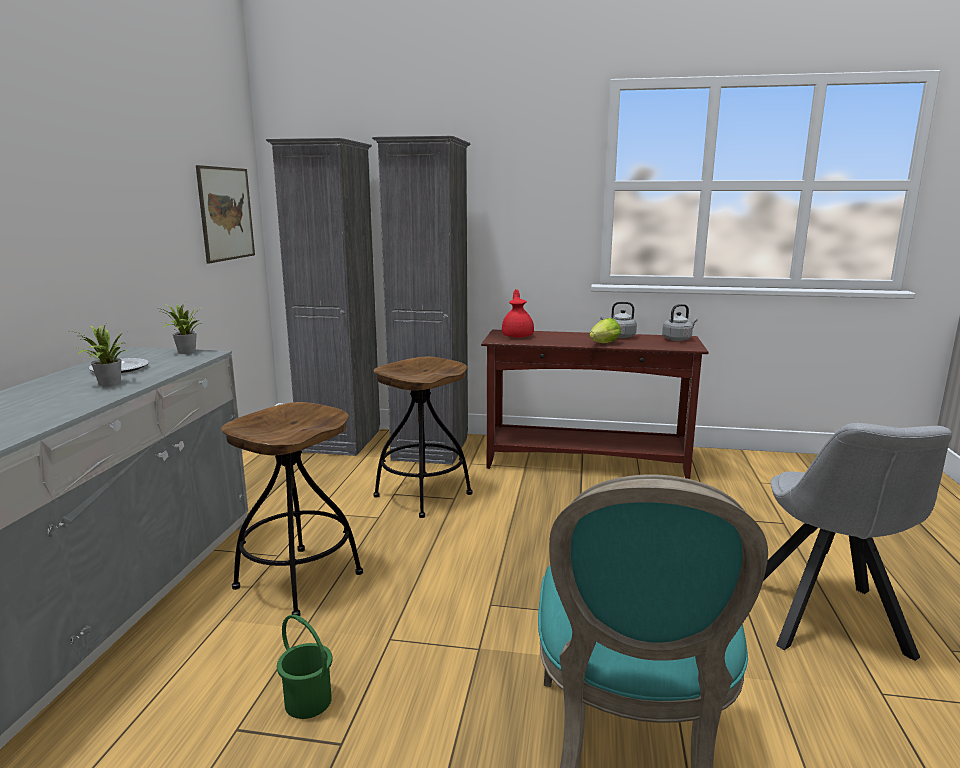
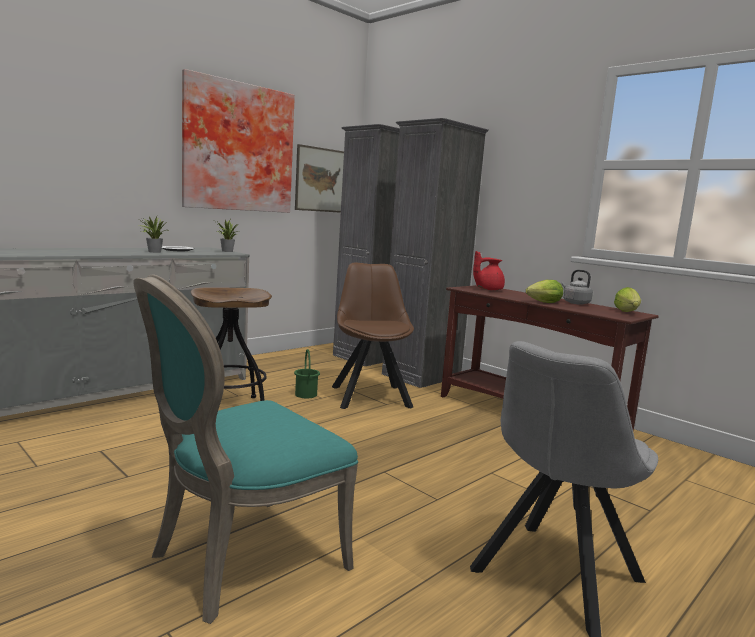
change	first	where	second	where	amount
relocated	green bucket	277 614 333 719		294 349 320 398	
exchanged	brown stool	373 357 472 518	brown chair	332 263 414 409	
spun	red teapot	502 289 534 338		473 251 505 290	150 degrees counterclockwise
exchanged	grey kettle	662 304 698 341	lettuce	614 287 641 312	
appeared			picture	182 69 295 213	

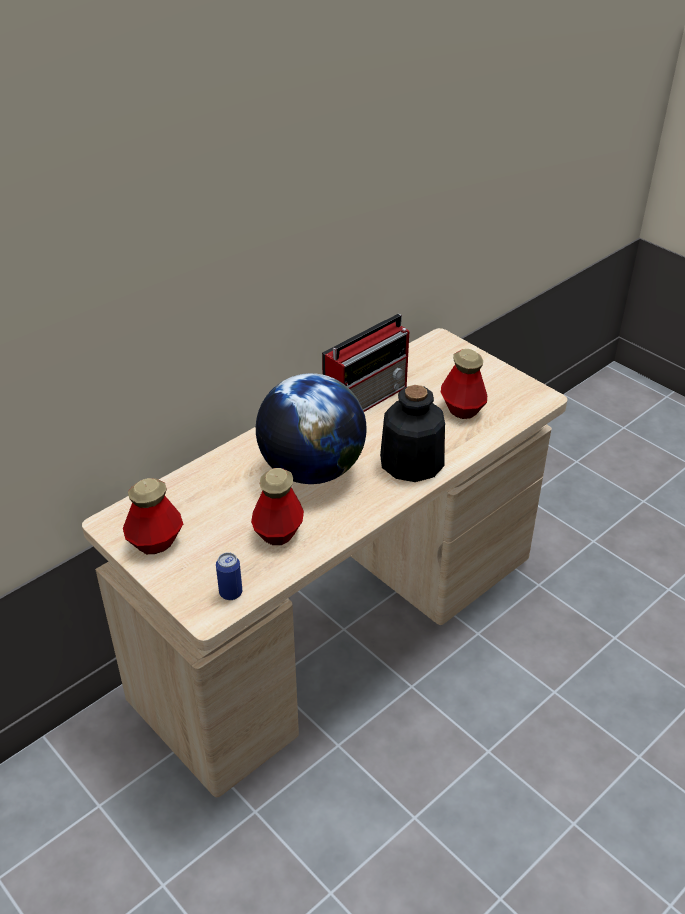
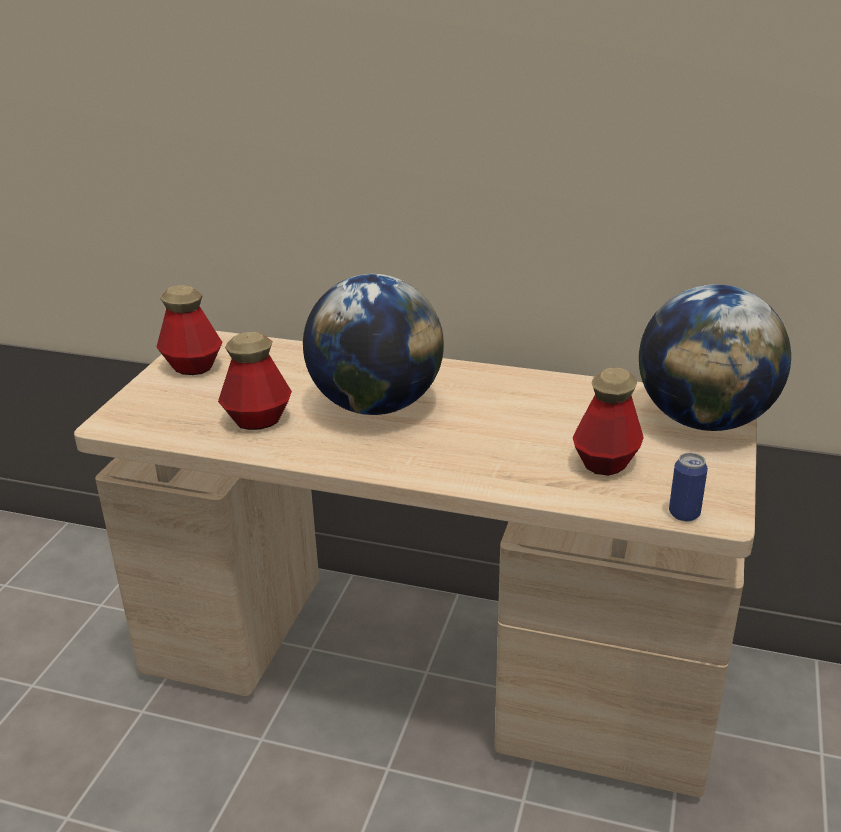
change	first	where	second	where	amount
relocated	can	216 552 242 600		669 453 708 521	
missing	radio	322 314 409 412			
missing	bottle	380 385 445 482			
appeared			globe	639 284 791 431	

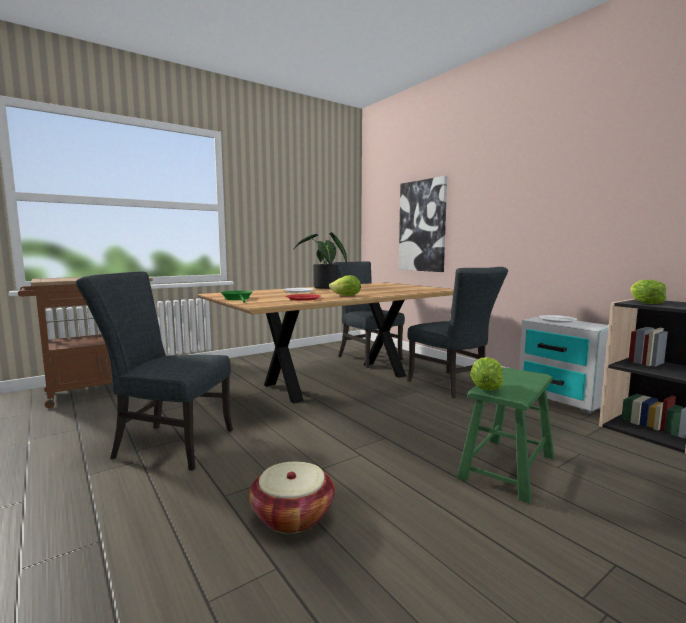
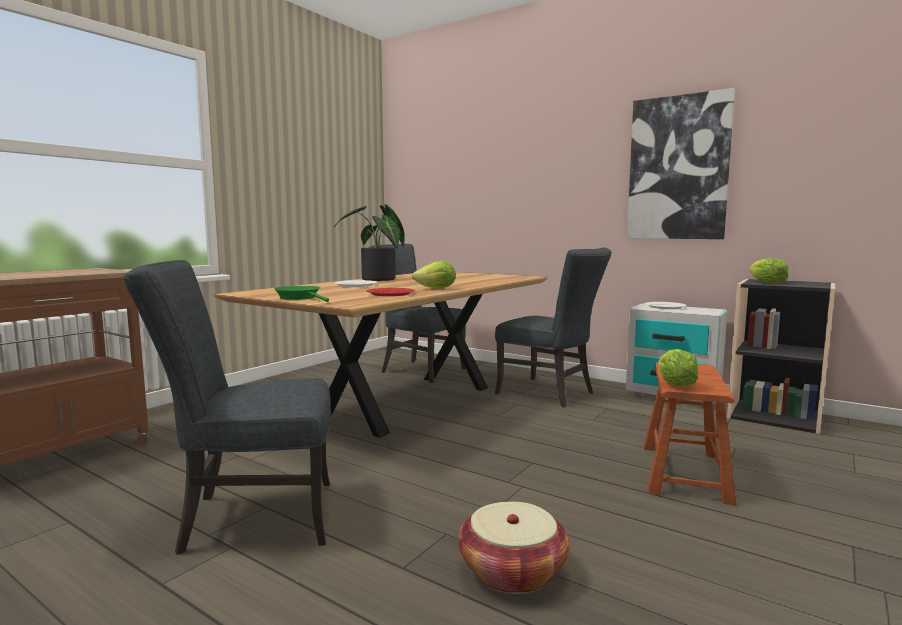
change	first	where	second	where	amount
relocated	picture	399 176 447 272		627 88 735 239	
colour	green stool	457 367 554 503	brown stool	644 362 737 505	

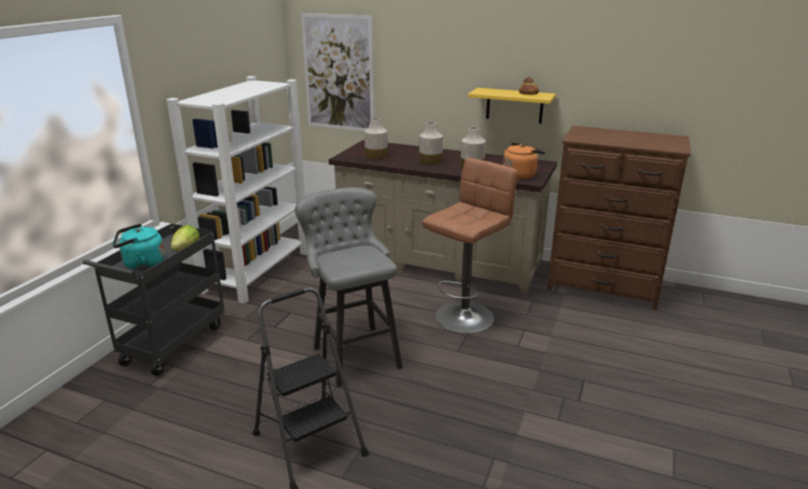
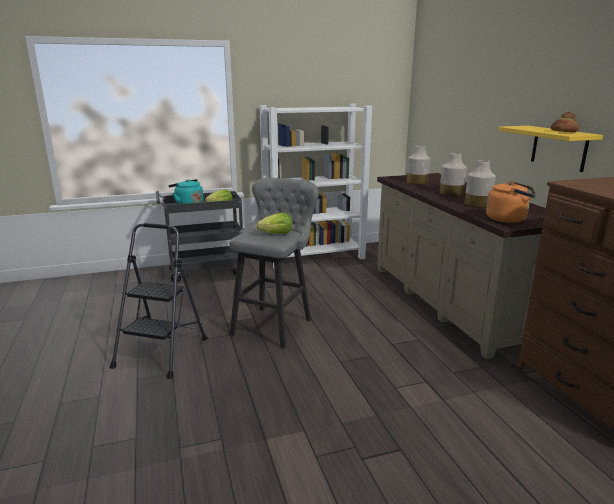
change	first	where	second	where	amount
missing	picture	301 13 374 131			
missing	brown stool	422 158 518 333			
appeared			lettuce	256 213 292 234	

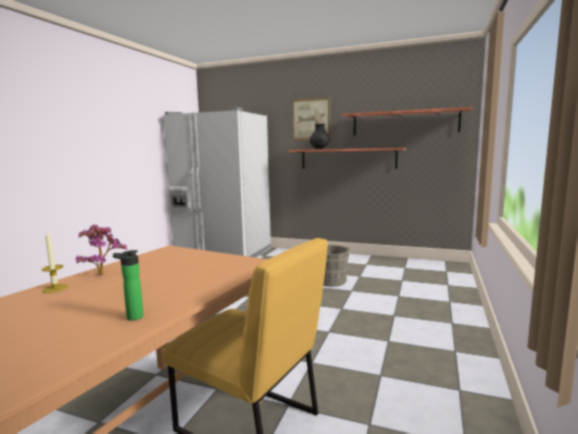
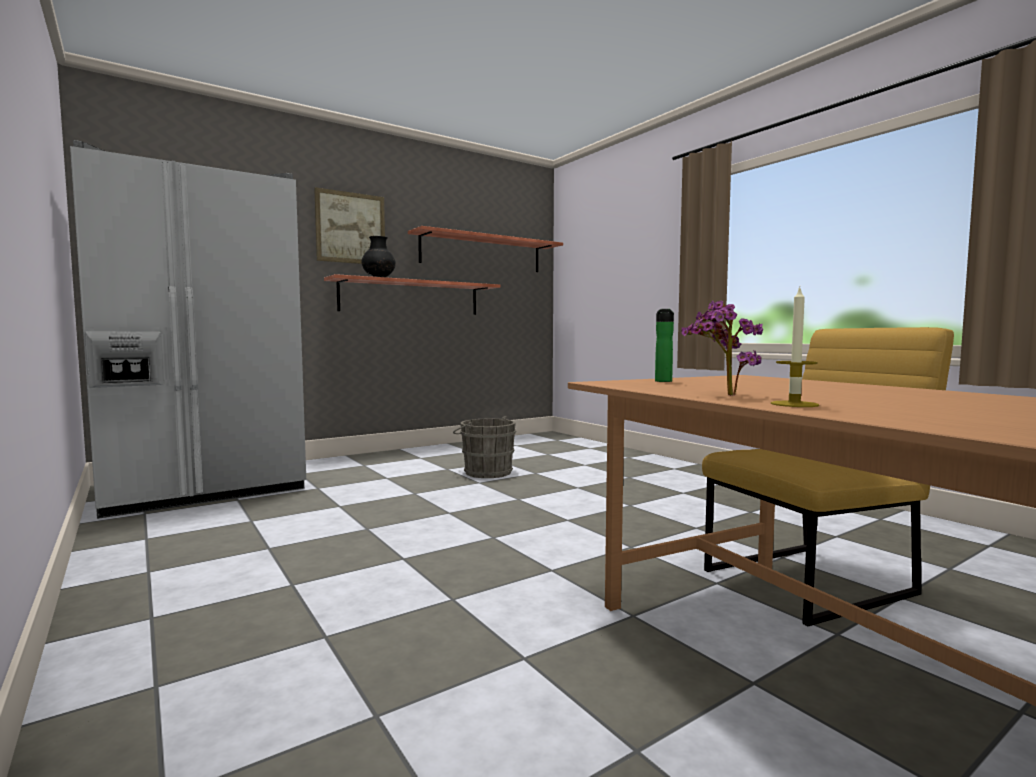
change	first	where	second	where	amount
relocated	bottle	113 250 144 321		655 309 674 382	

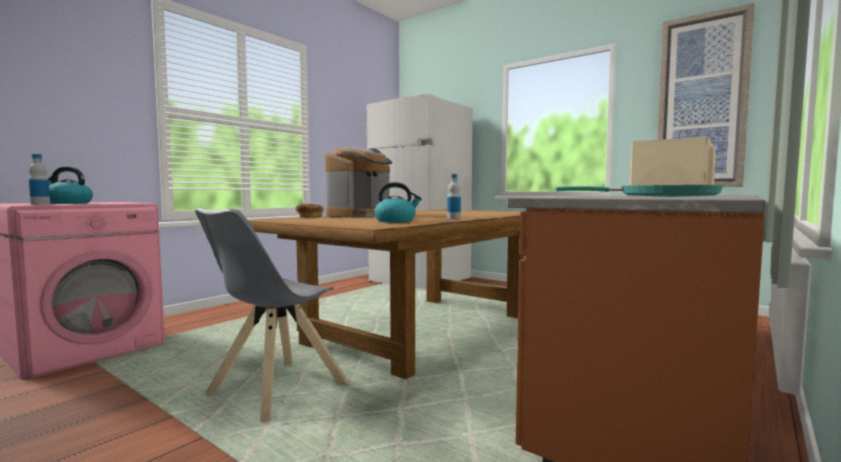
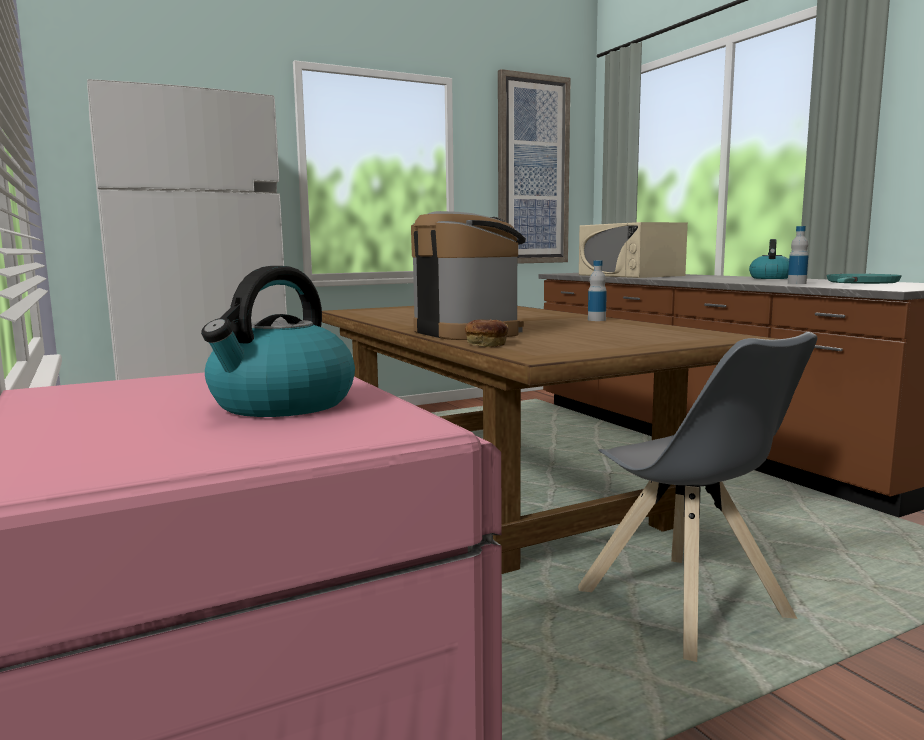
change	first	where	second	where	amount
relocated	bottle	29 154 50 205		788 226 808 284	
relocated	kettle	375 182 422 222		749 239 789 279	

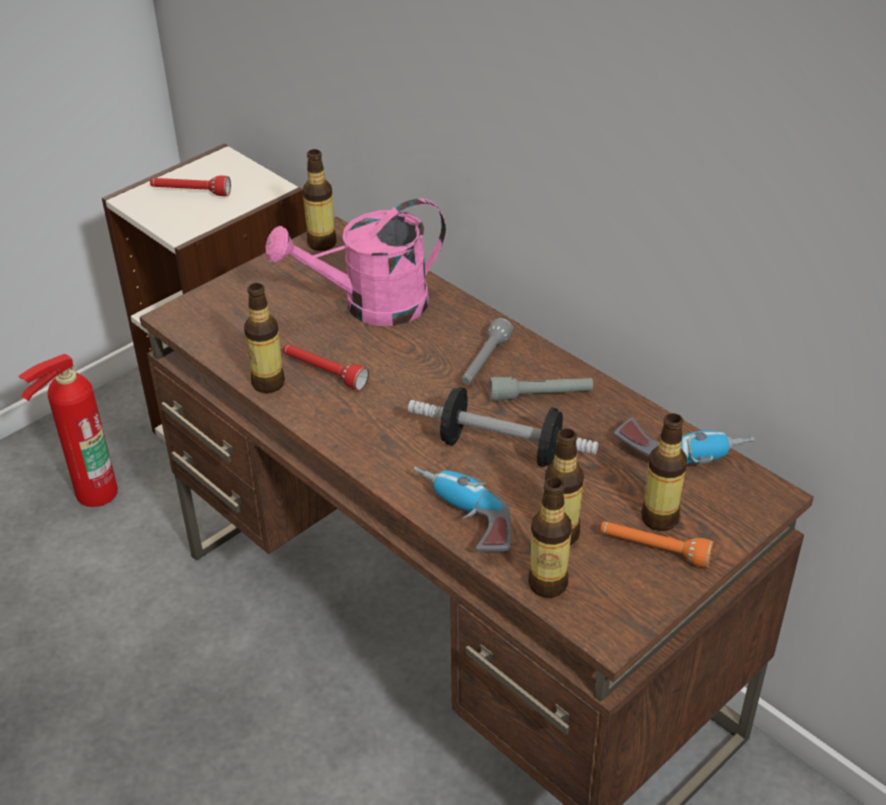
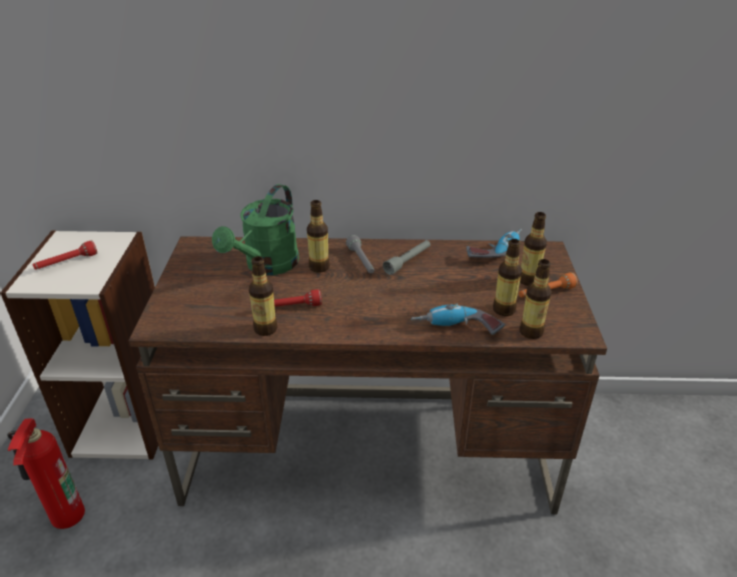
change	first	where	second	where	amount
colour	pink watering can	266 198 446 326	green watering can	212 184 299 275	
relocated	bottle	303 149 337 251		307 200 330 273	
missing	dumbbell	408 387 598 467			

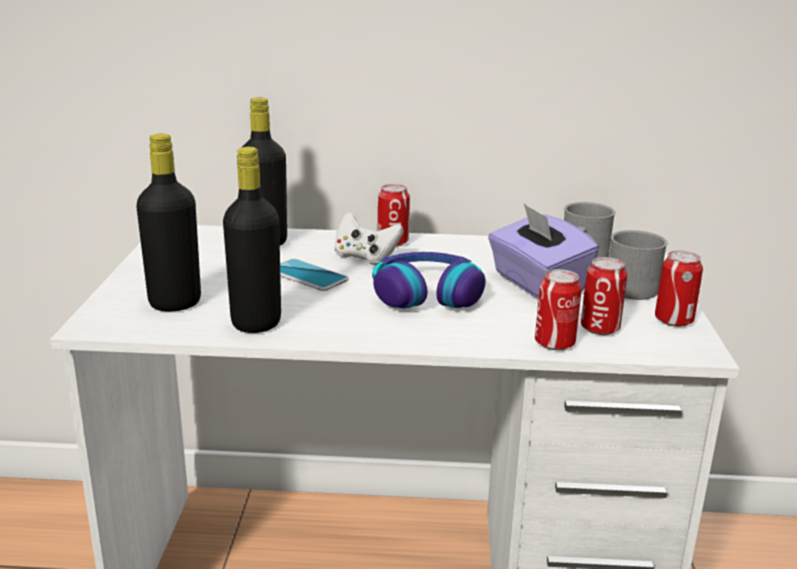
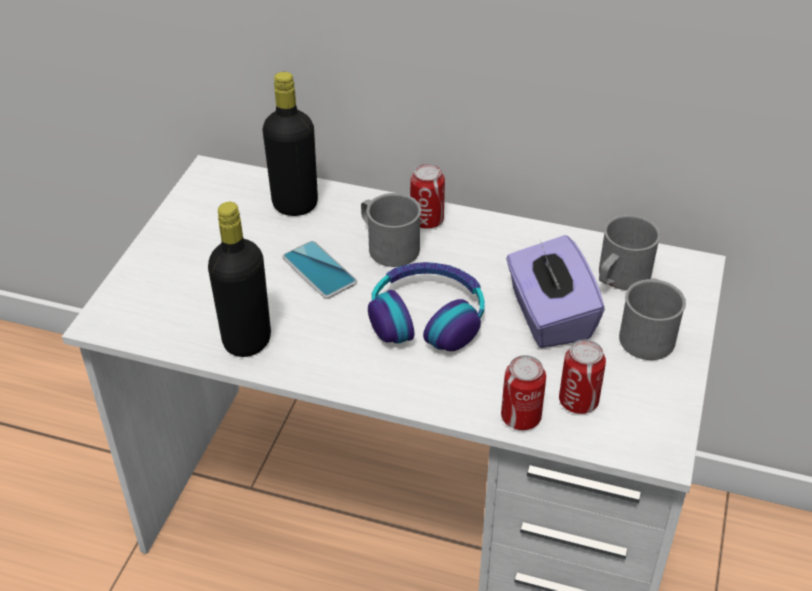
change	first	where	second	where	amount
missing	black bottle	136 134 201 312			
exchanged	white game controller	335 212 404 265	grey mug	361 193 421 267	
missing	can	655 250 703 327			

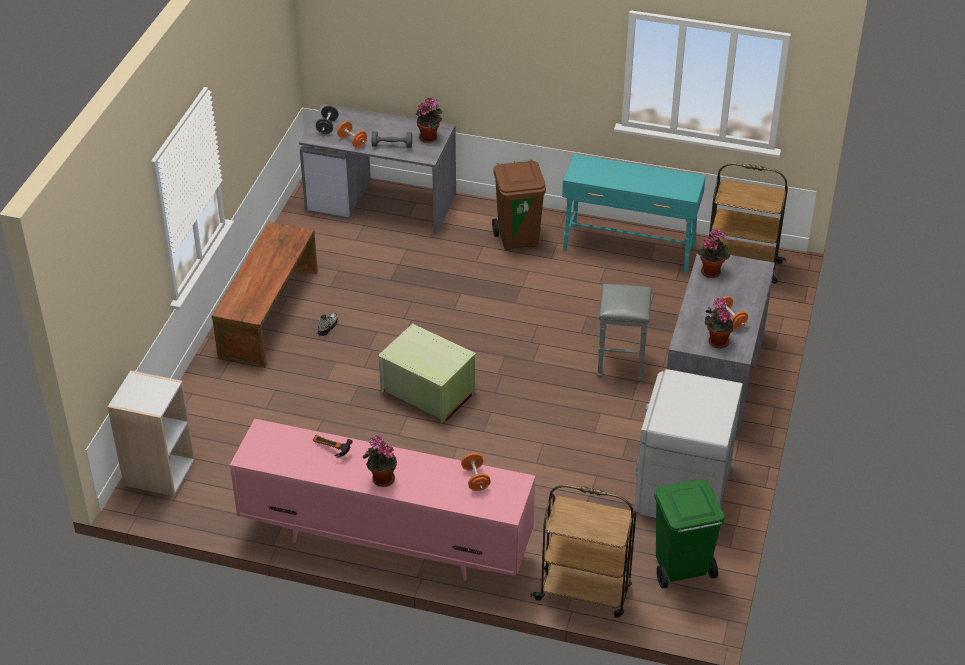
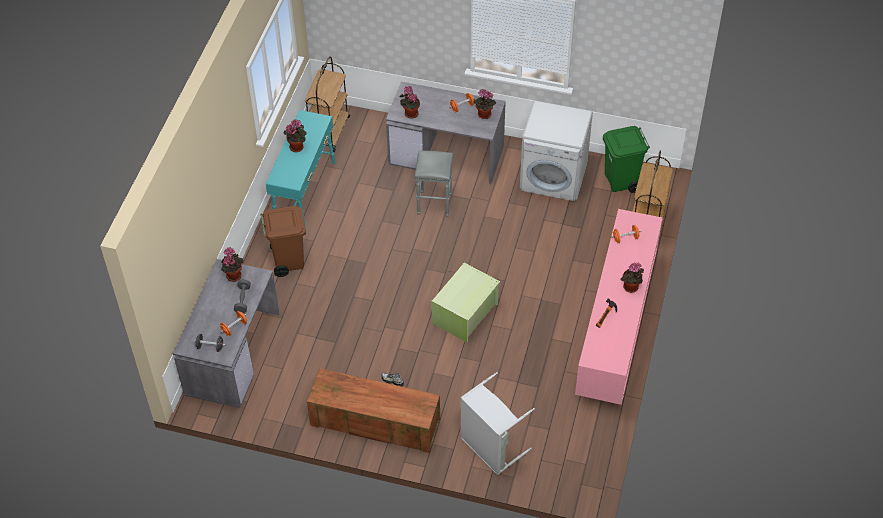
change	first	where	second	where	amount
missing	bookcase	108 371 195 496			
appeared			potted plant	284 119 307 152	
appeared			grey laundry basket	460 372 535 475	

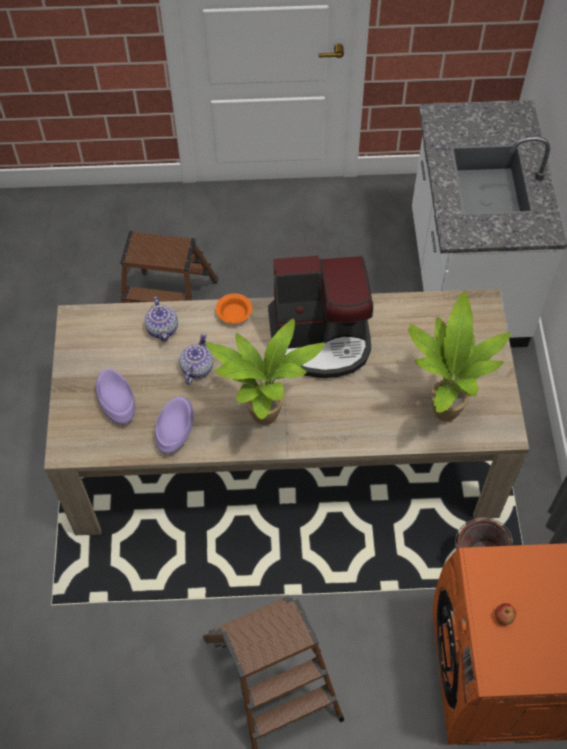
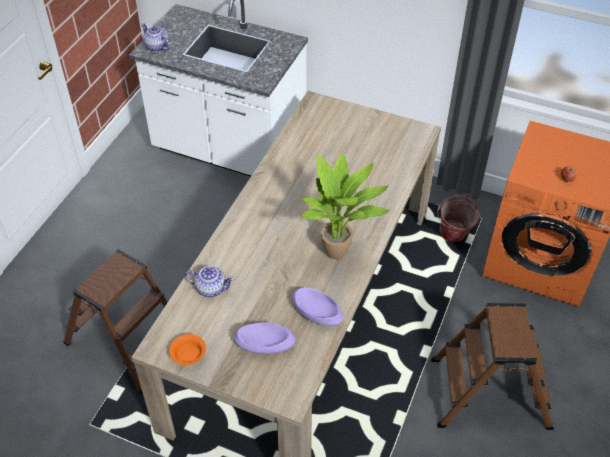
change	first	where	second	where	amount
relocated	teapot	179 332 214 385		141 24 170 52	
relocated	orange bowl	216 293 252 324		169 334 206 365	
missing	coffee machine	268 255 373 378			
missing	potted plant	408 291 511 421			

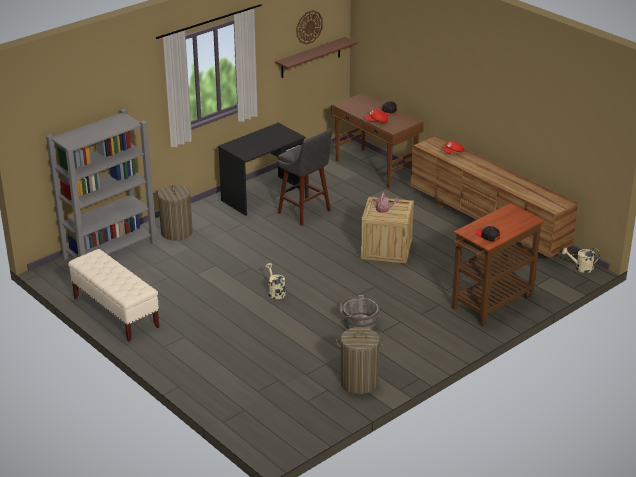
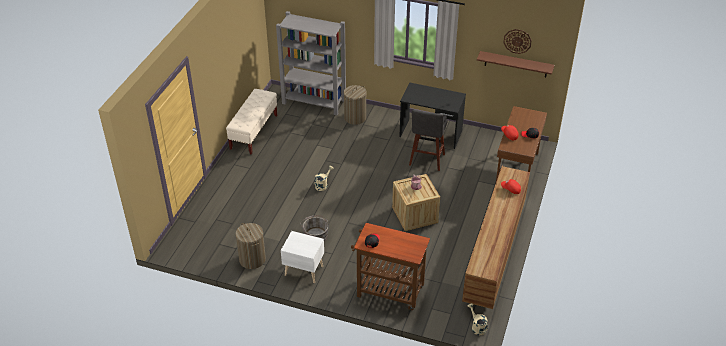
change	first	where	second	where	amount
appeared			white nightstand	281 231 324 283	

